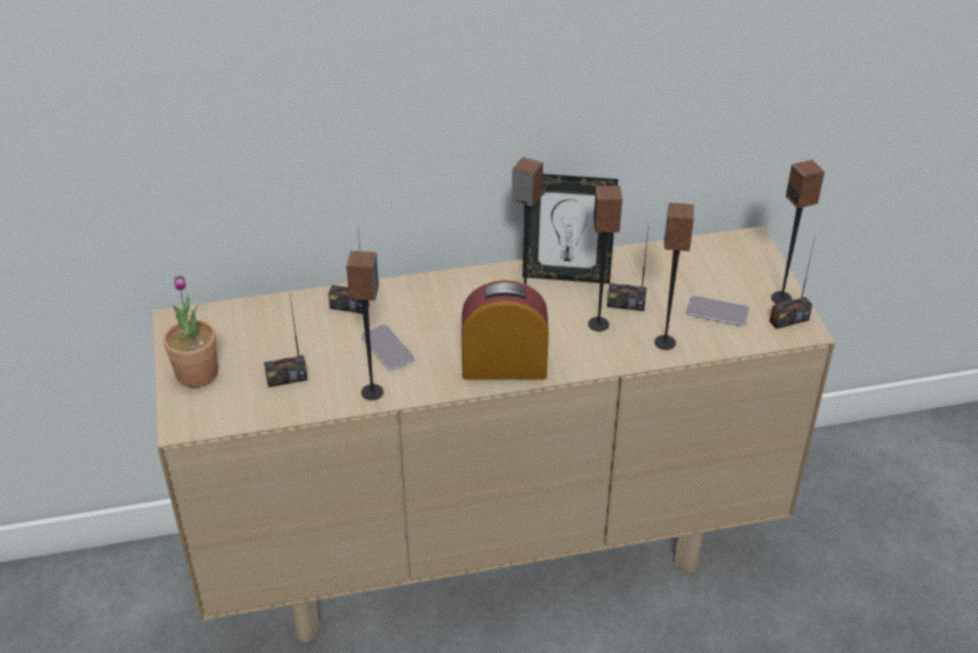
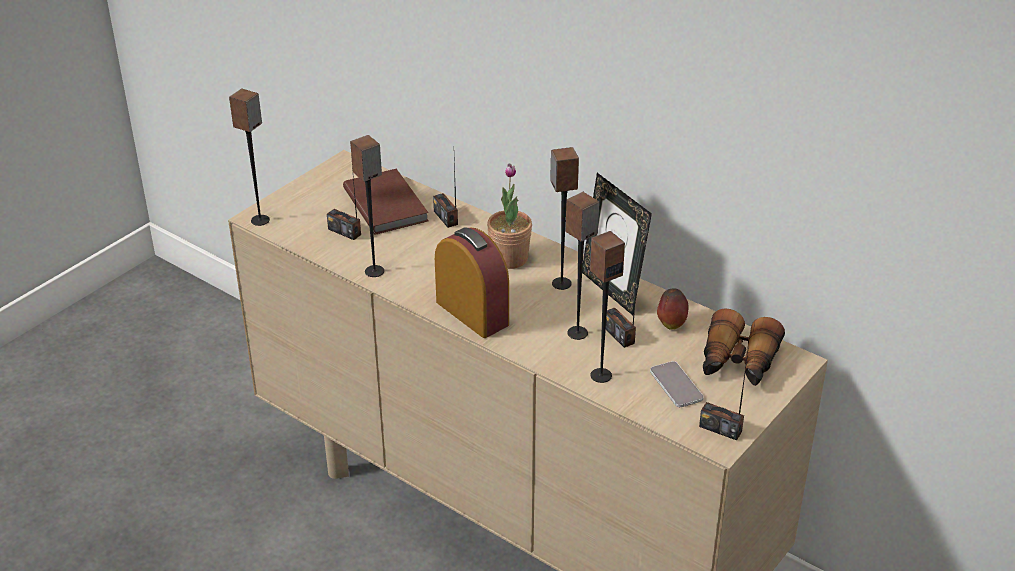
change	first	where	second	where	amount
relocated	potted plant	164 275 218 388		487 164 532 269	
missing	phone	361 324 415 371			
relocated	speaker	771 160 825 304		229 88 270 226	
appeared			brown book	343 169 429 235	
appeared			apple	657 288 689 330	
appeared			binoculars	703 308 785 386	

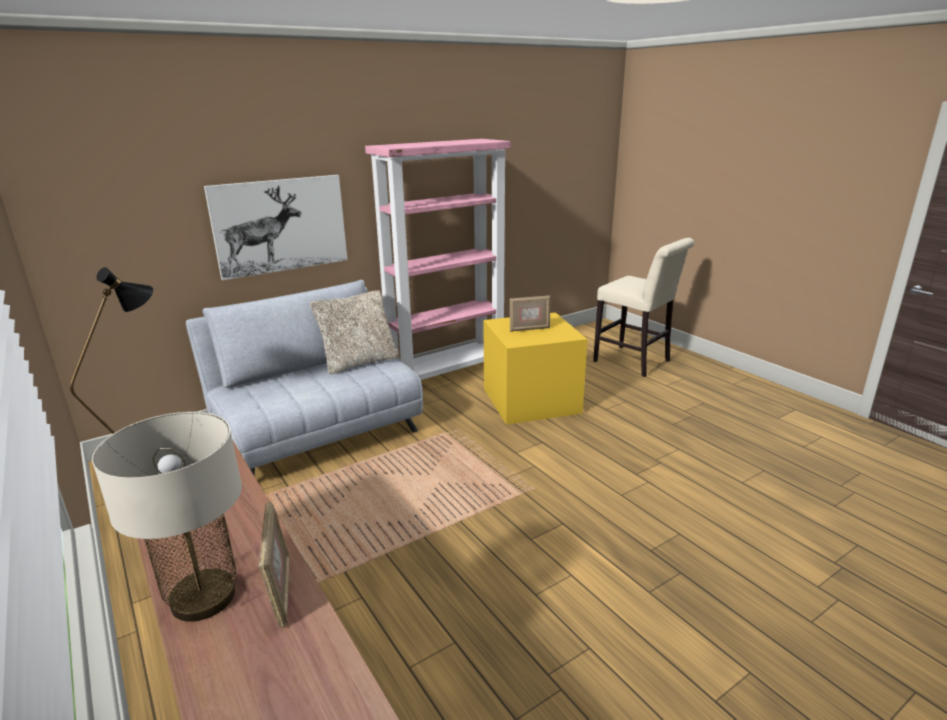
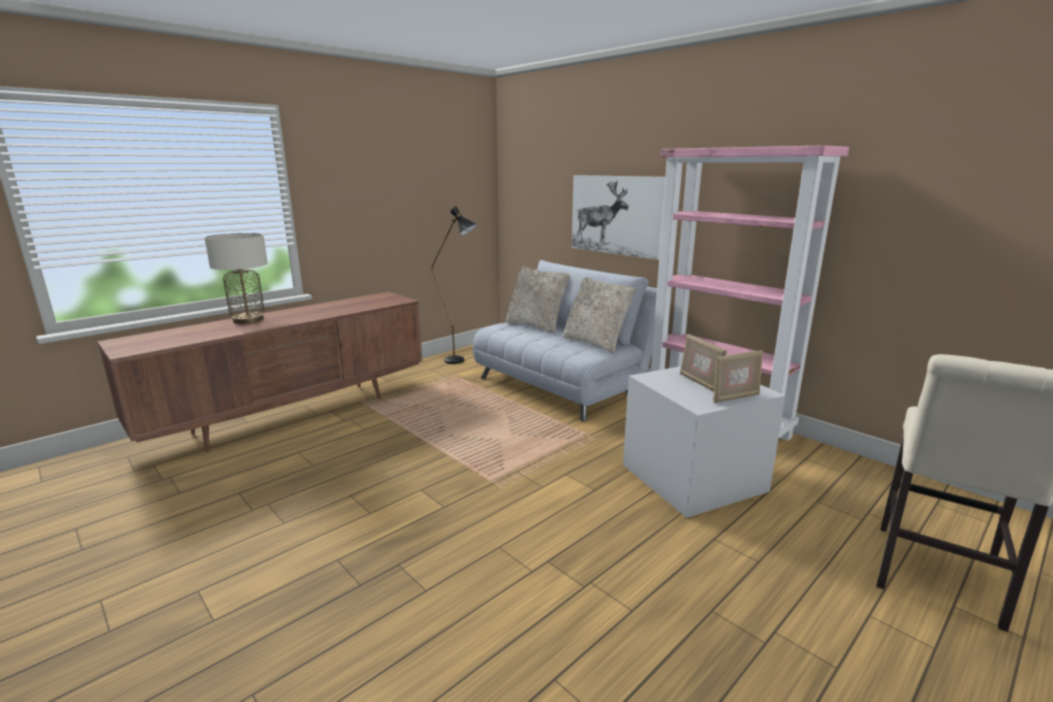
change	first	where	second	where	amount
relocated	picture frame	259 500 290 628		713 350 763 403	
colour	yellow storage box	483 313 588 425	grey storage box	623 366 785 518	
appeared			beige pillow	506 267 571 333	

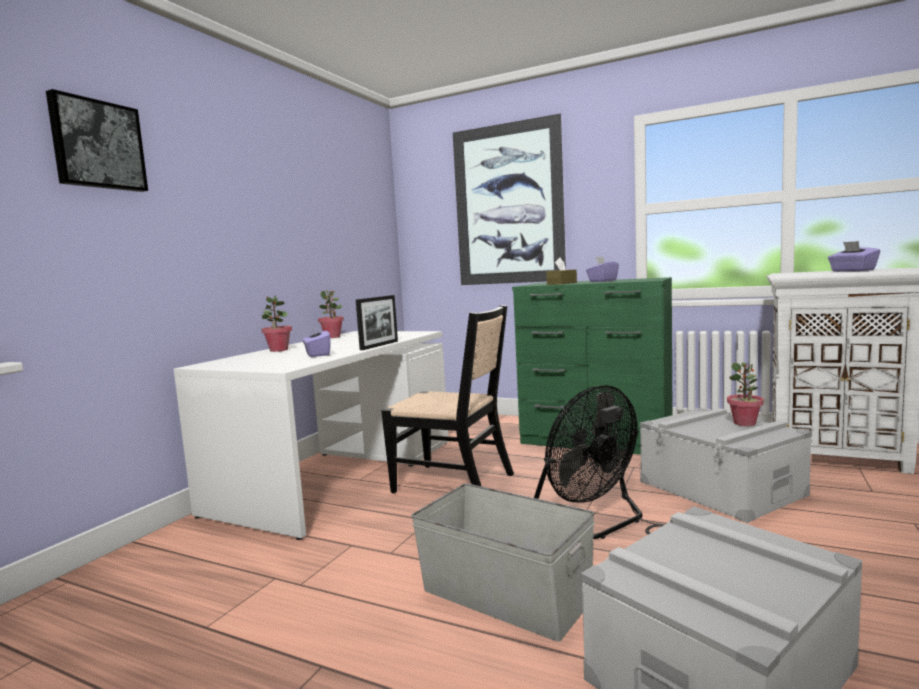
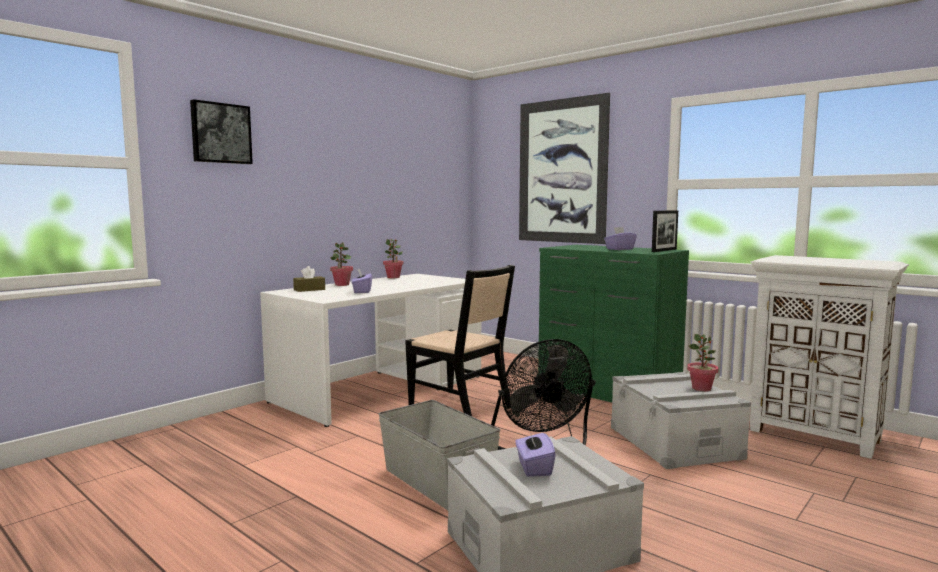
change	first	where	second	where	amount
relocated	picture frame	356 295 398 350		652 210 678 252	
relocated	brown tissue box	546 258 577 285		293 266 325 292	
relocated	purple tissue box	828 241 880 272		515 427 556 477	

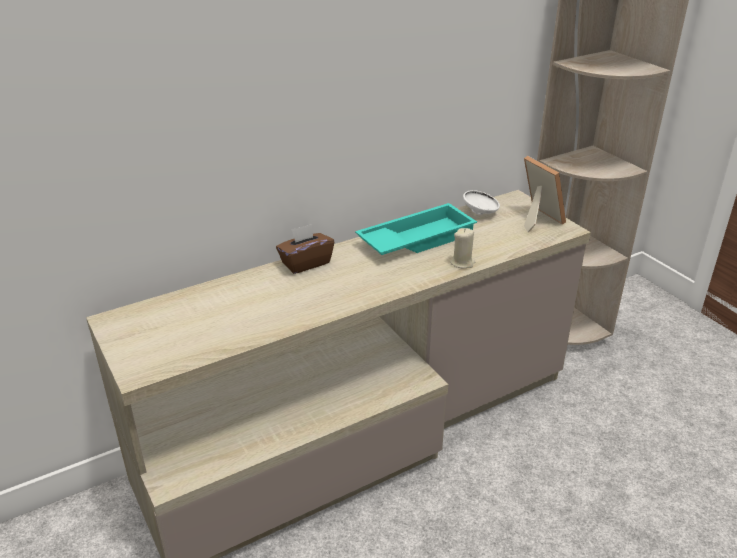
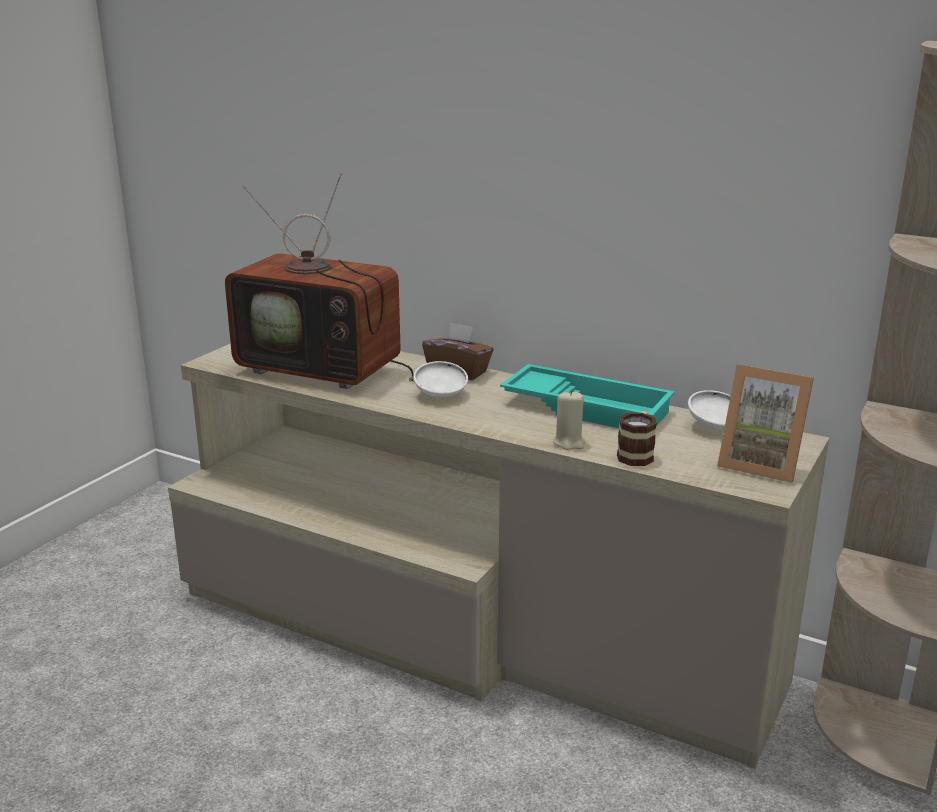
change	first	where	second	where	amount
spun	picture frame	524 156 566 232		717 364 814 483	90 degrees clockwise
appeared			television	225 173 414 389	
appeared			white bowl	413 361 468 397	
appeared			mug	617 411 657 466	

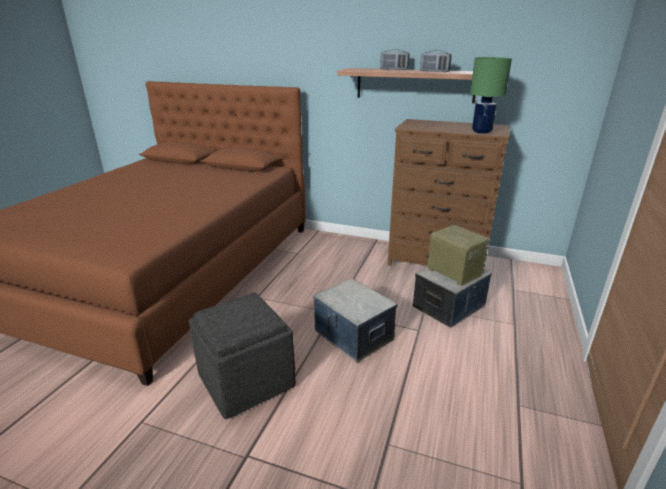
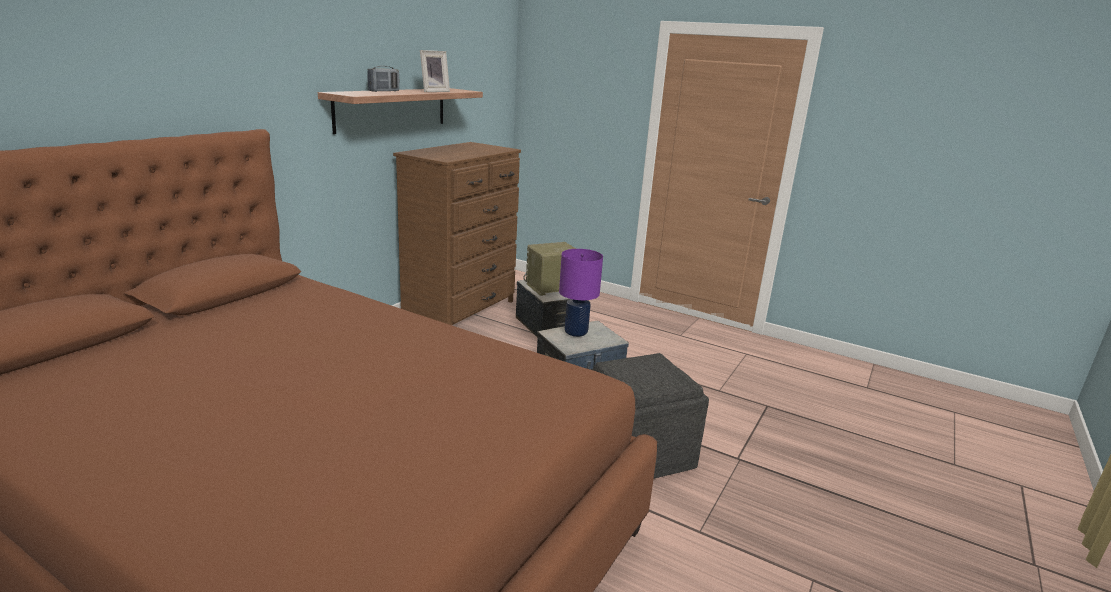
change	first	where	second	where	amount
exchanged	radio	420 51 452 72	picture frame	420 50 450 92	
missing	green table lamp	470 57 512 133			
appeared			purple table lamp	559 249 603 337	

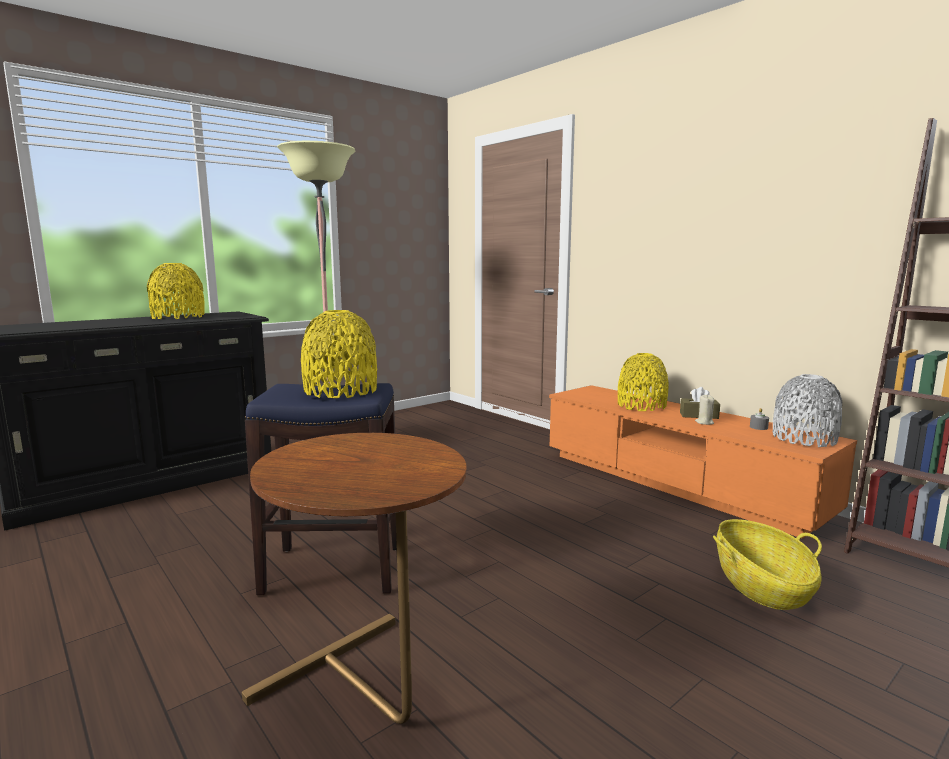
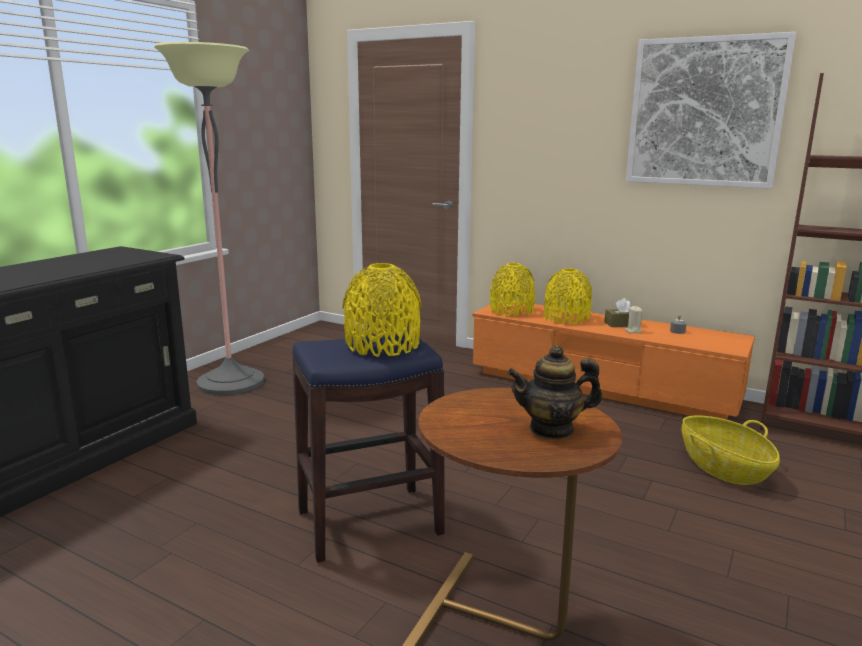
change	first	where	second	where	amount
relocated	yellow vase	147 263 205 319		490 263 535 317	
missing	grey vase	773 374 842 447			
appeared			teapot	507 345 602 439	
appeared			picture	626 32 796 189	

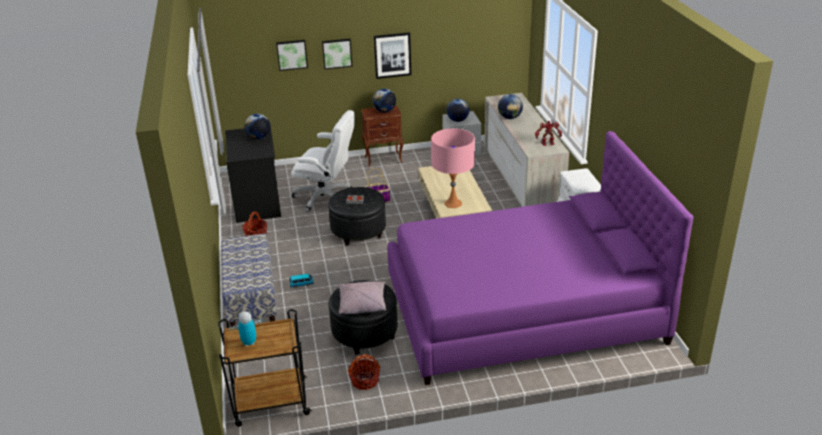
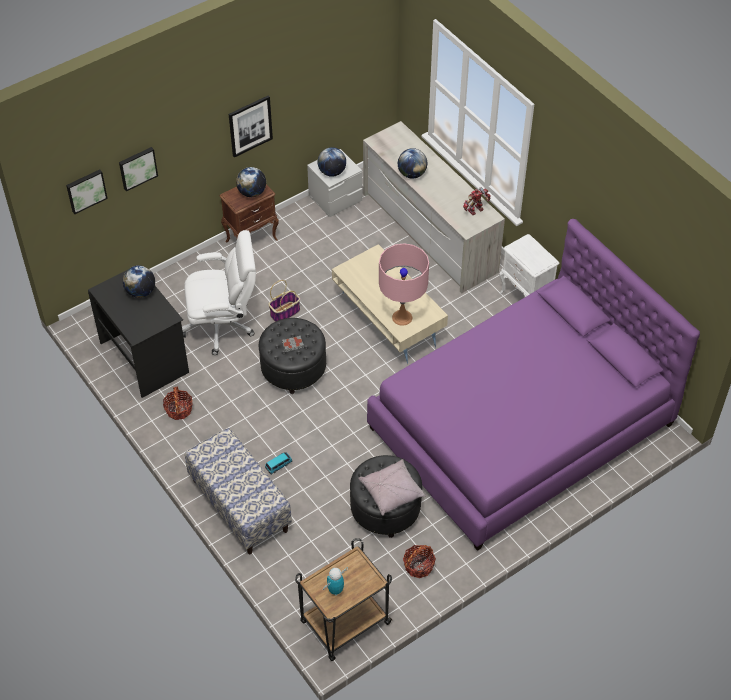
change	first	where	second	where	amount
relocated	picture	322 39 353 69		66 170 108 214	

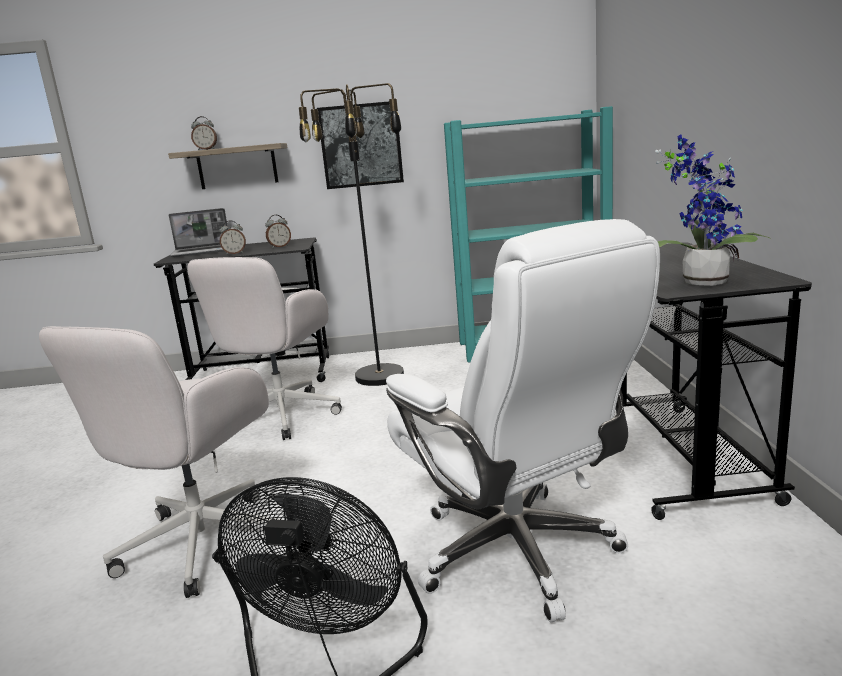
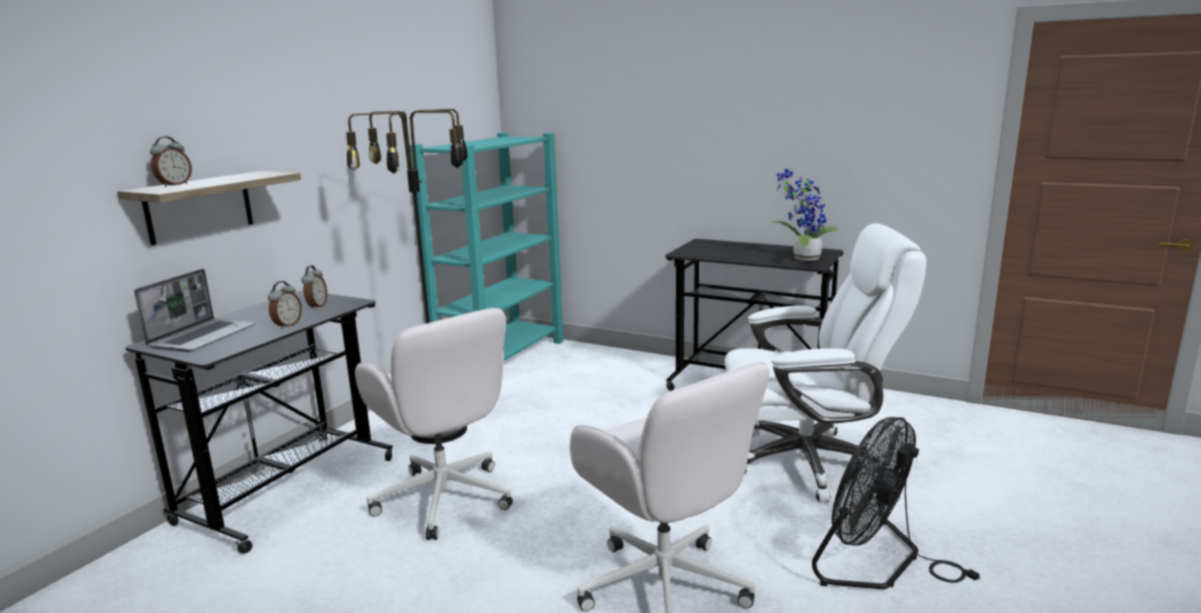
change	first	where	second	where	amount
missing	picture	317 102 404 189			

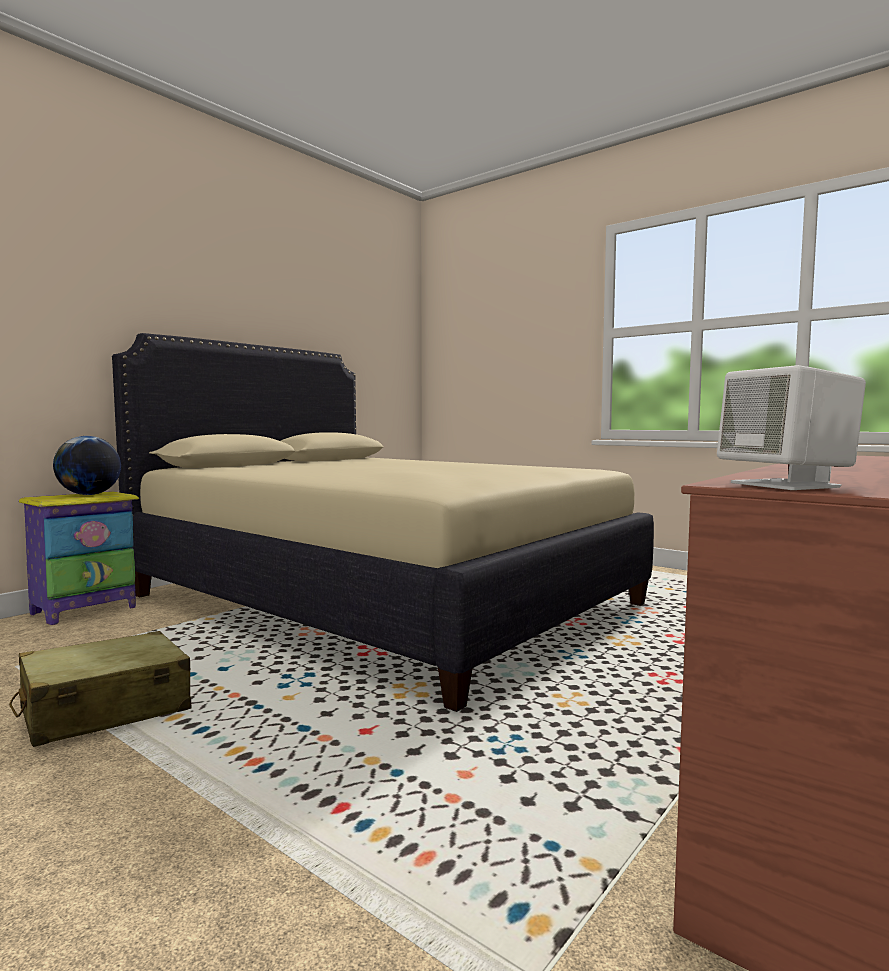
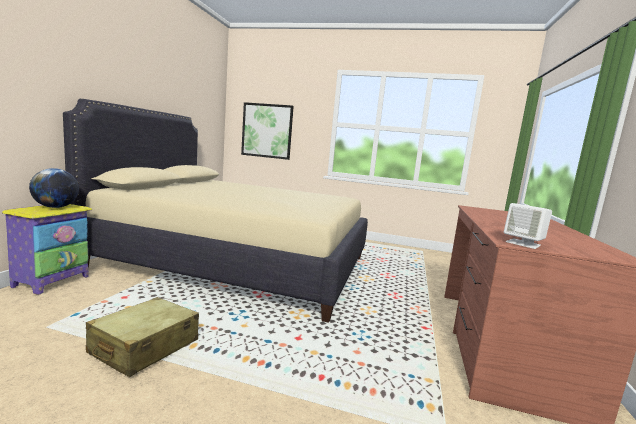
change	first	where	second	where	amount
appeared			picture	241 102 294 160	

